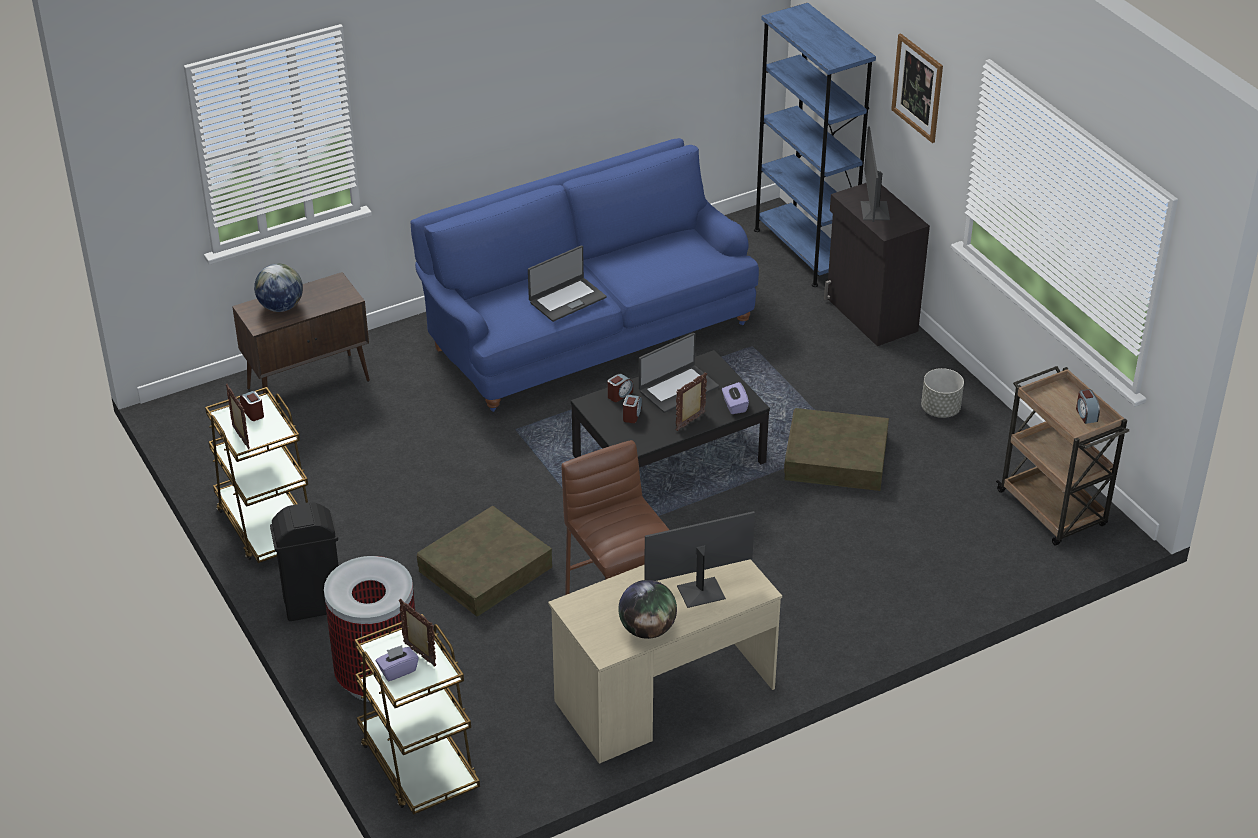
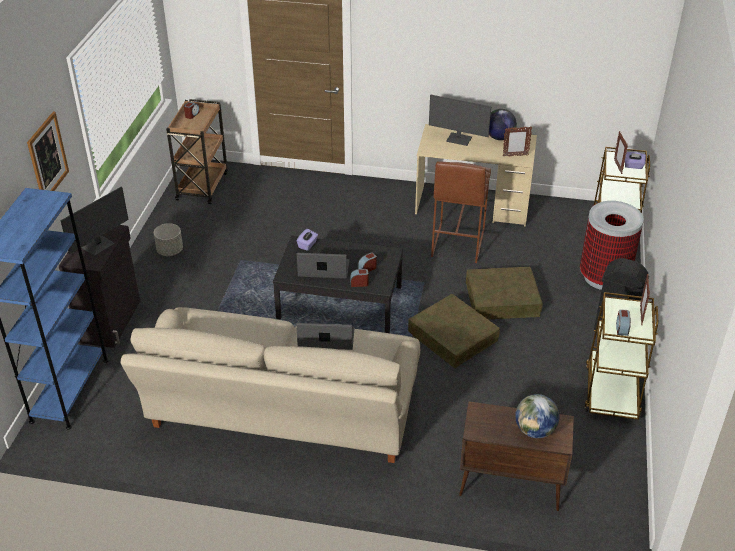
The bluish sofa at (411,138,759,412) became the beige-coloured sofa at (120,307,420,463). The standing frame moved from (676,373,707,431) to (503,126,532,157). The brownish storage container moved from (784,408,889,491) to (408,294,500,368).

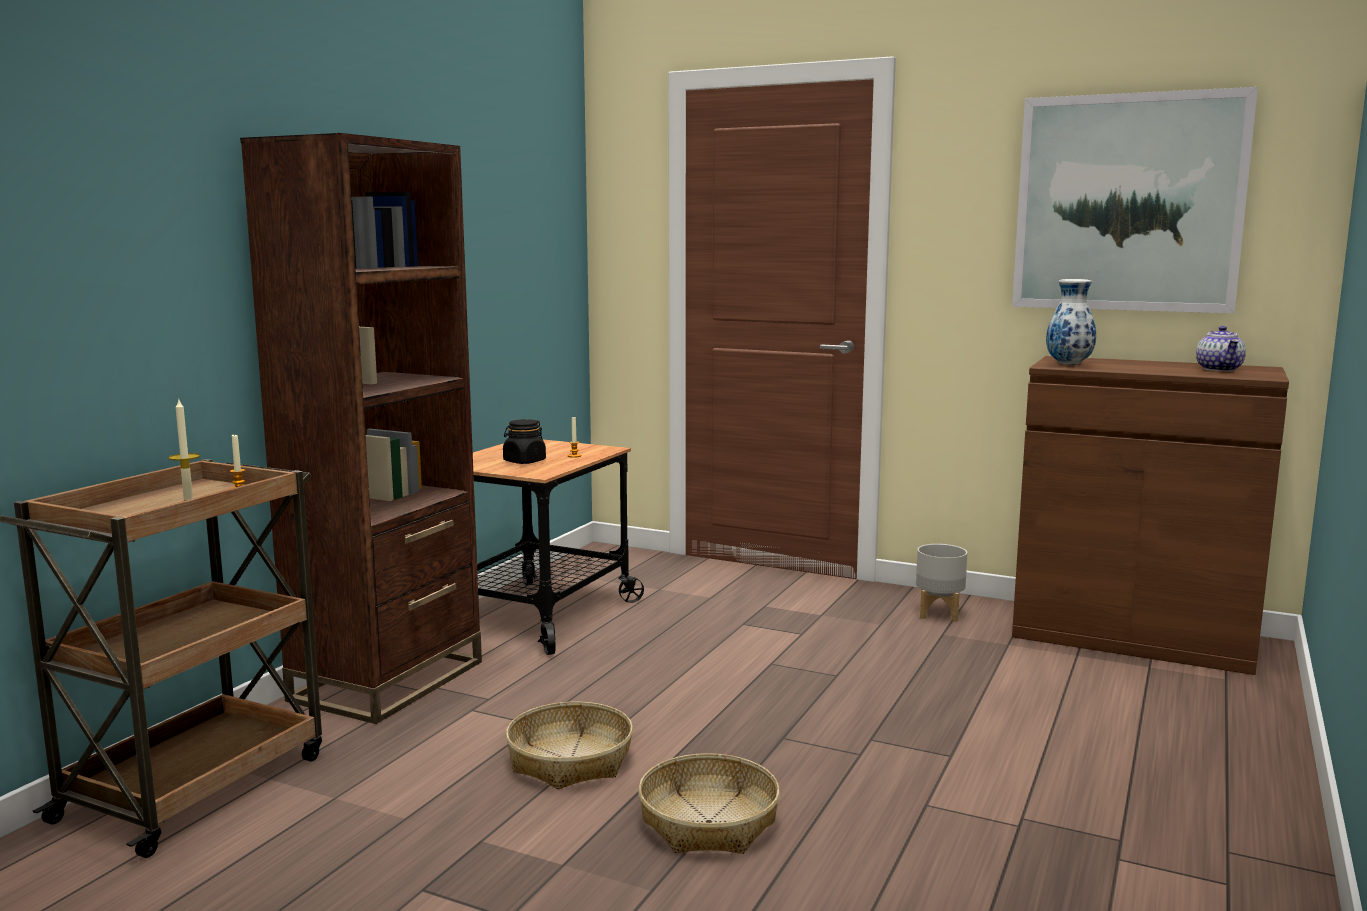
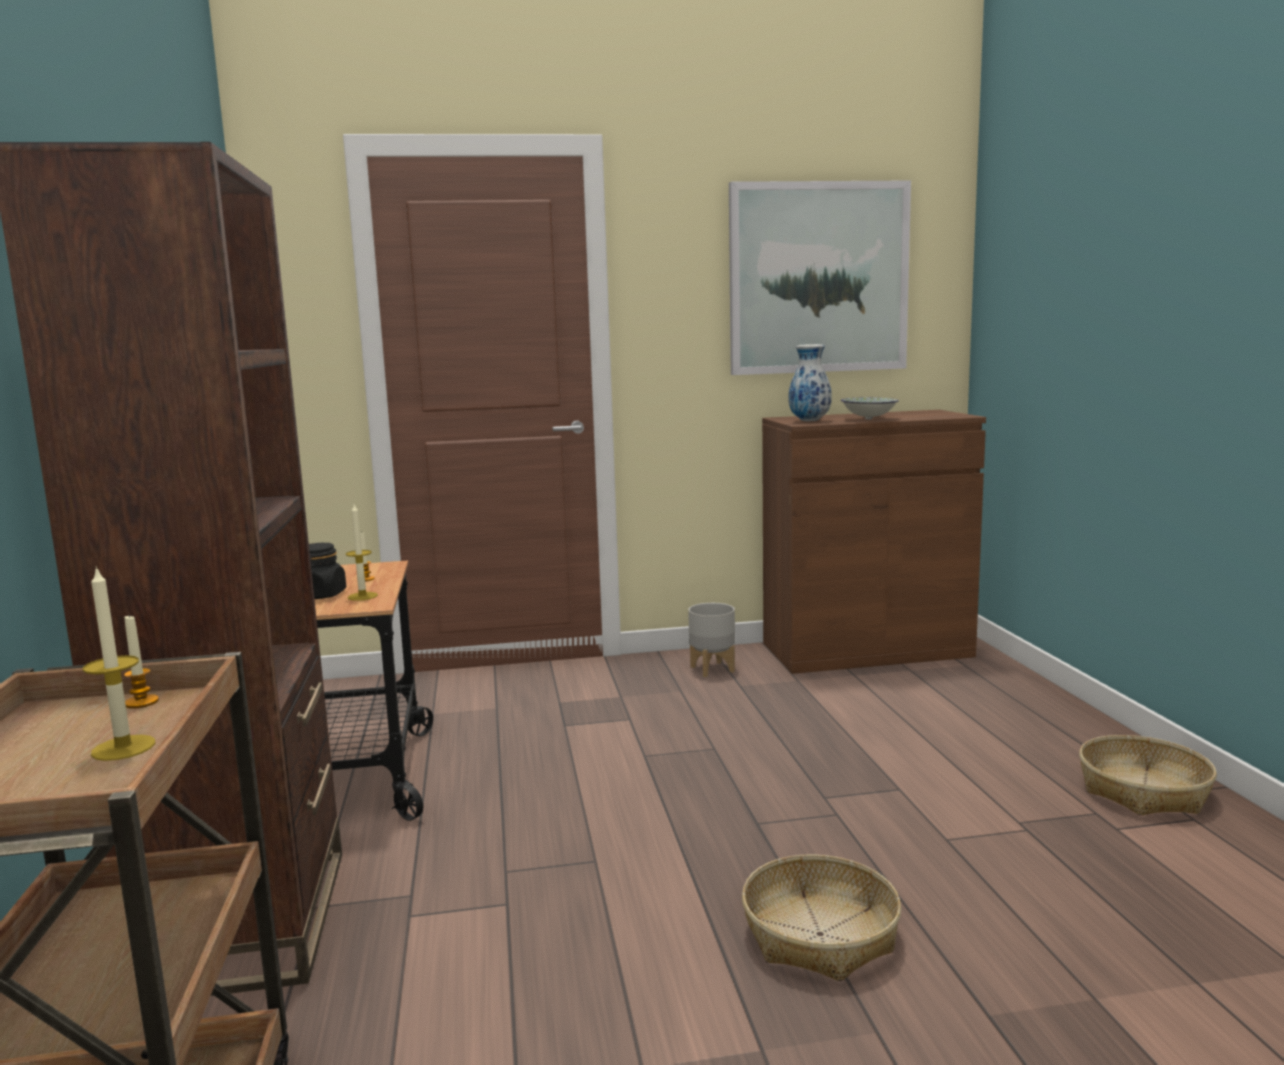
The teapot at (1196,326,1246,371) disappeared. The storage basket moved from (506,702,633,789) to (1079,735,1217,815). The serving bowl at (841,397,899,420) appeared. The wax light at (346,504,378,601) appeared.

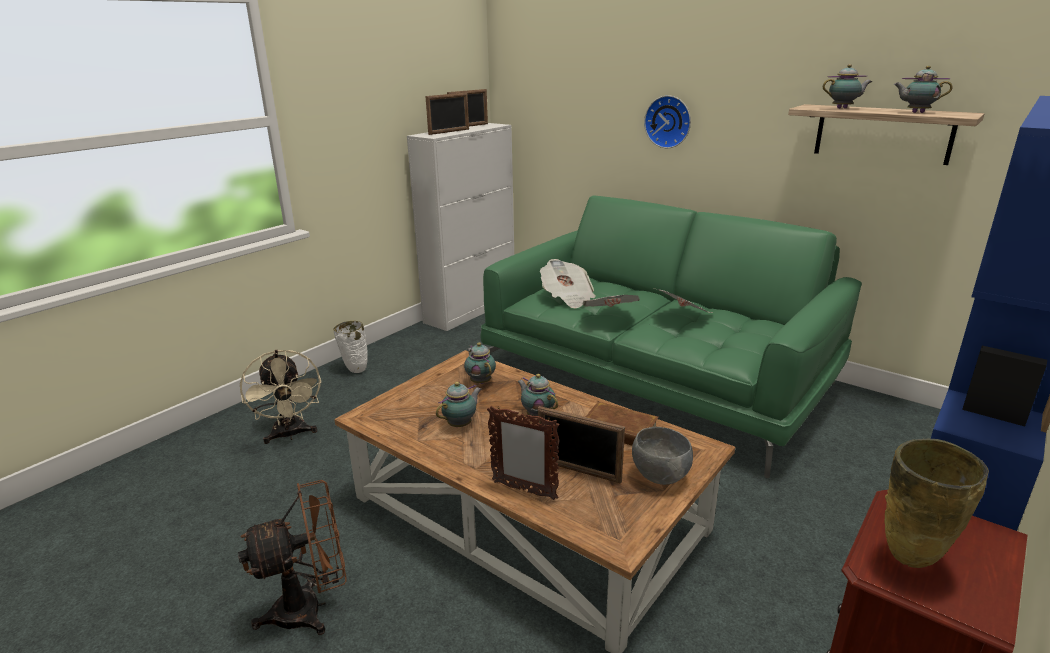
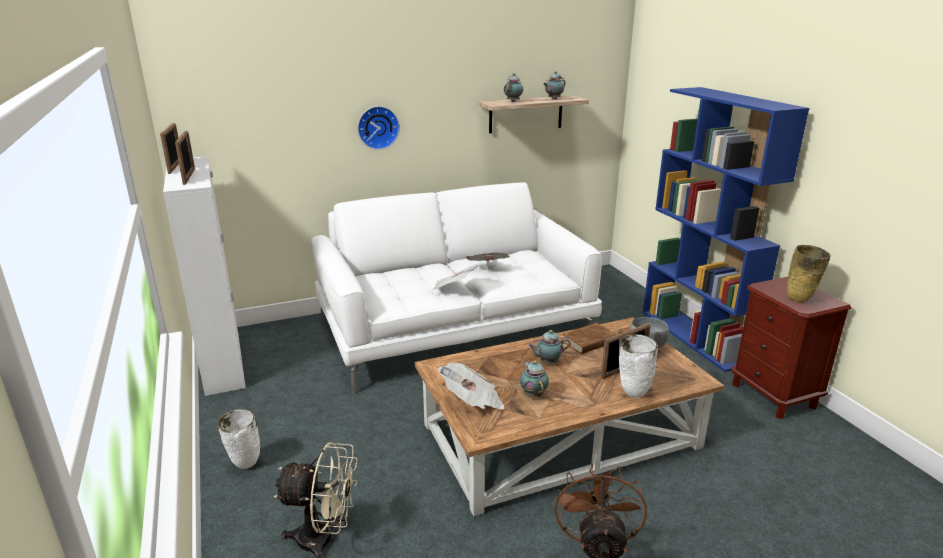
The greenish sofa at (481,196,862,478) became the white-coloured sofa at (311,182,602,394). The daily paper moved from (540,259,596,309) to (438,363,505,409). The teapot at (464,342,496,384) disappeared. The standing frame at (487,406,560,500) was replaced by the white-coloured decorative vase at (619,334,658,398).

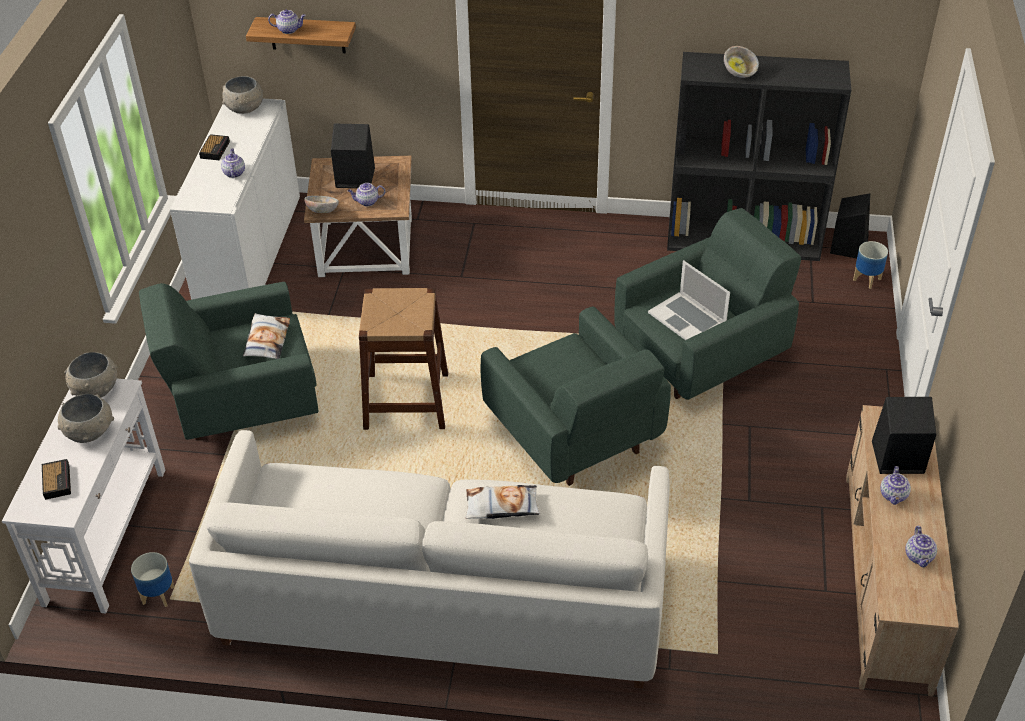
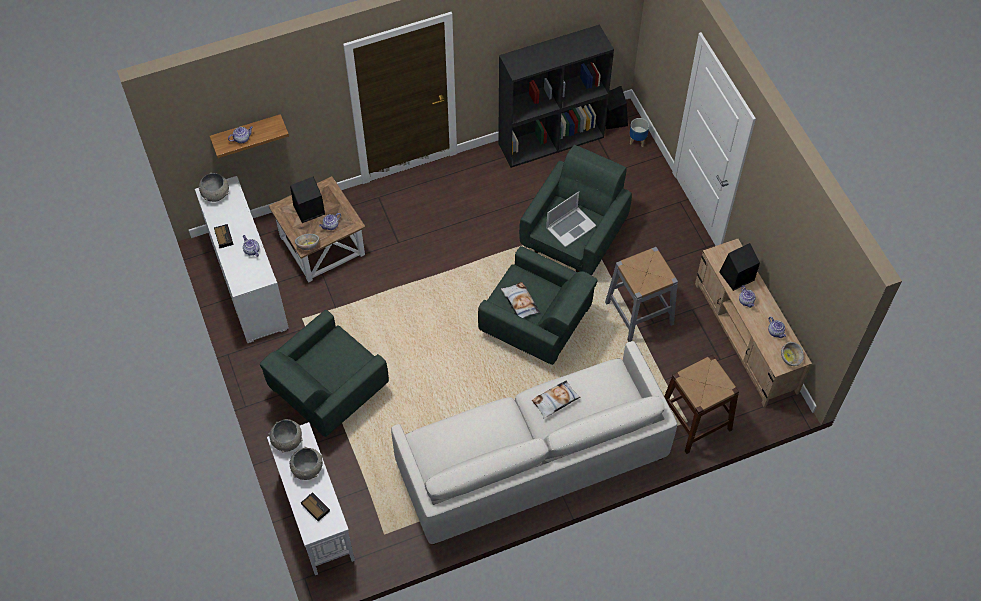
The serving bowl moved from (724,46,759,78) to (781,342,804,366). The portable computer at (648,260,730,340) turned 60 degrees counterclockwise. The brownish sitting stool moved from (359,288,448,430) to (664,355,739,454). The cushion moved from (243,313,290,359) to (501,282,540,318). The plant pot at (131,552,174,607) disappeared. The gray sitting stool at (605,247,678,342) appeared.

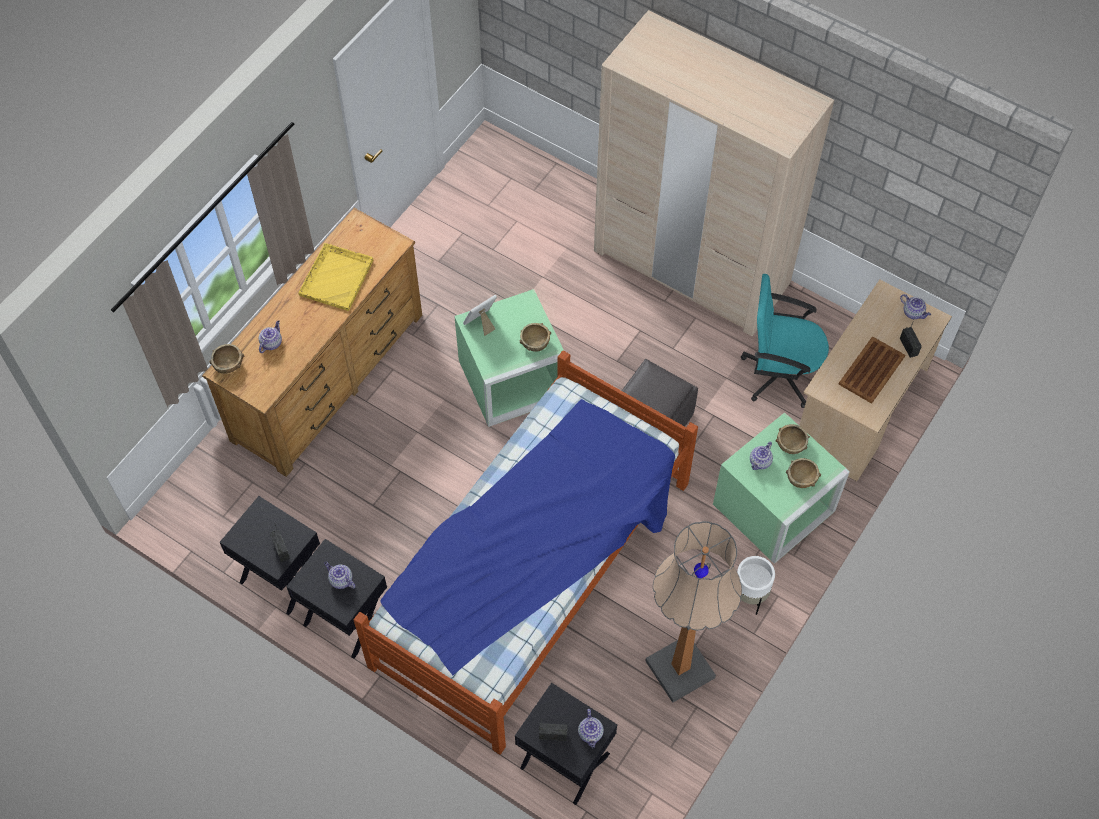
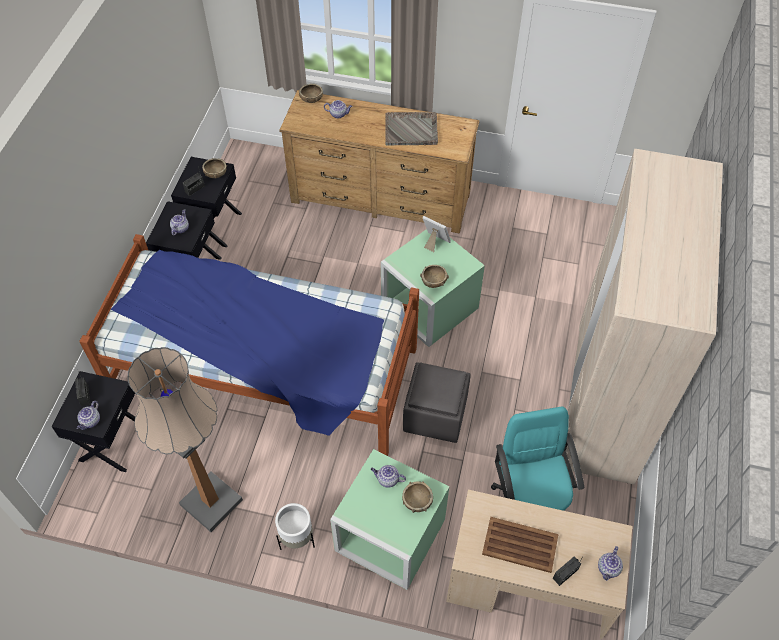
The yellowish serving tray at (298,243,373,311) became the gray serving tray at (385,112,438,145). The brownish serving bowl moved from (786,458,821,488) to (202,158,227,178). The teapot at (578,709,604,748) turned 45 degrees counterclockwise.

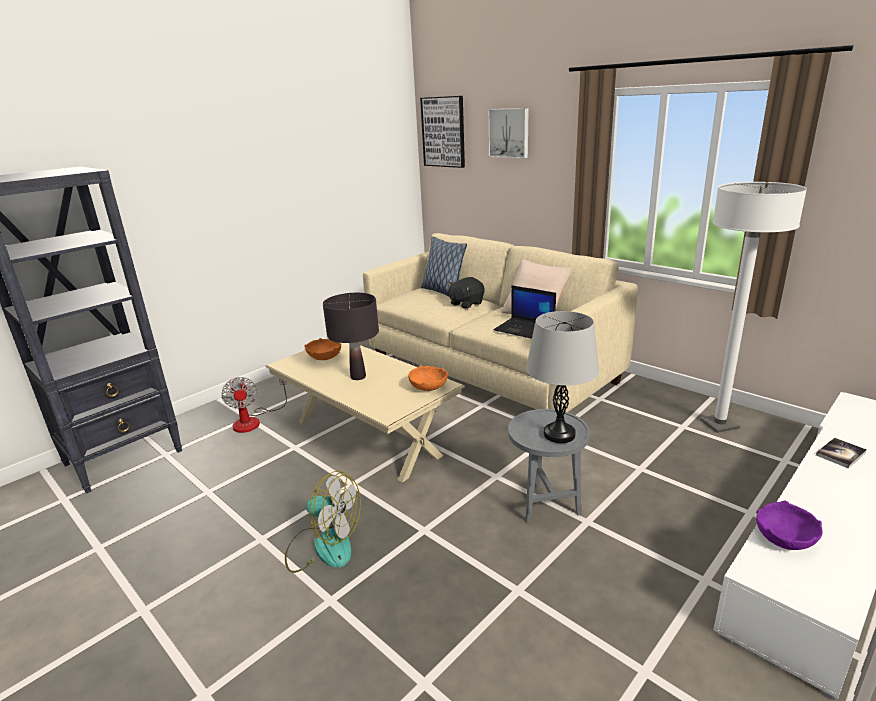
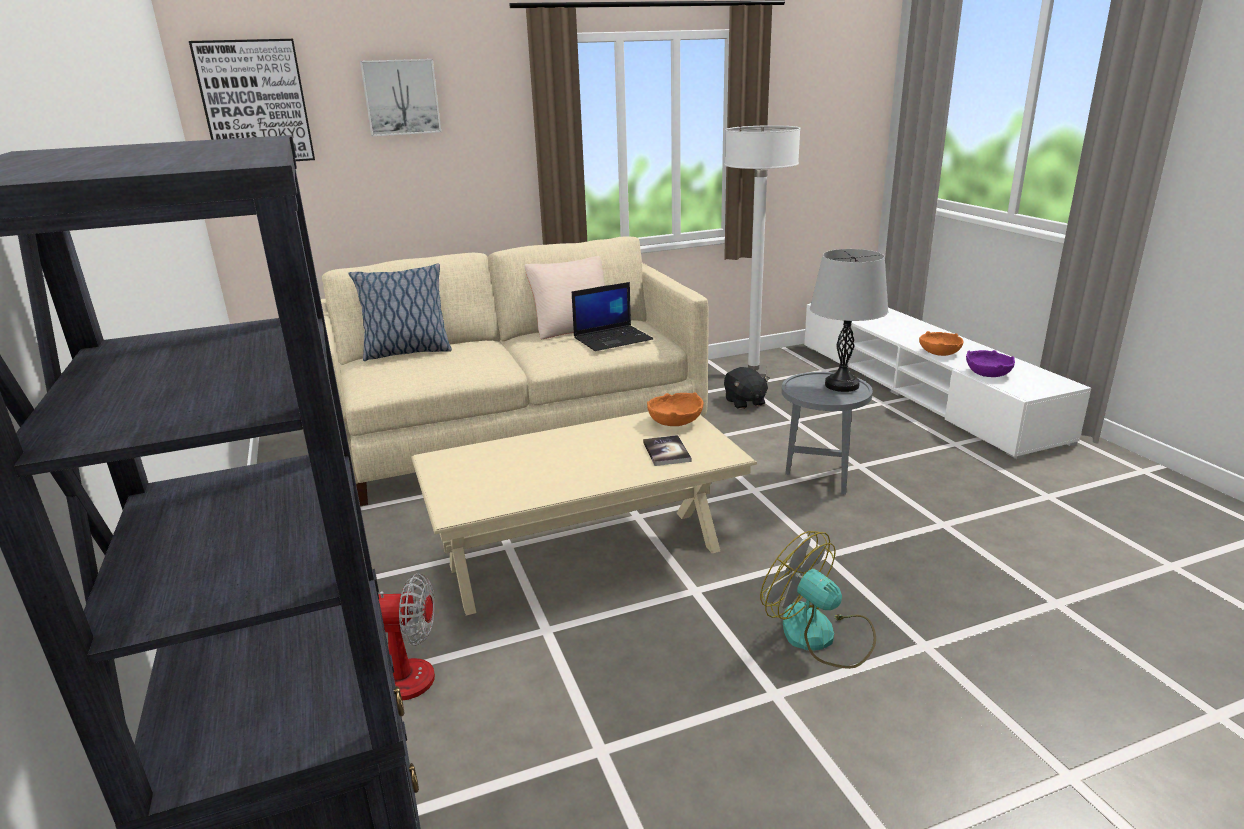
The black-coloured soft toy moved from (448,277,485,309) to (724,367,770,409). The black-coloured lamp for a table at (323,293,379,380) disappeared. The orange serving bowl moved from (304,338,341,360) to (919,331,963,356). The book moved from (816,438,867,468) to (643,435,691,466). The fan at (285,471,361,573) turned 90 degrees counterclockwise.

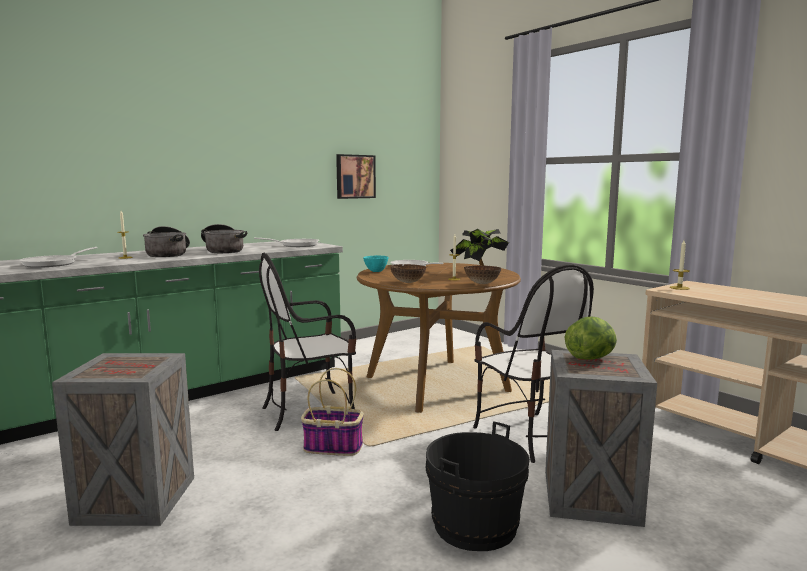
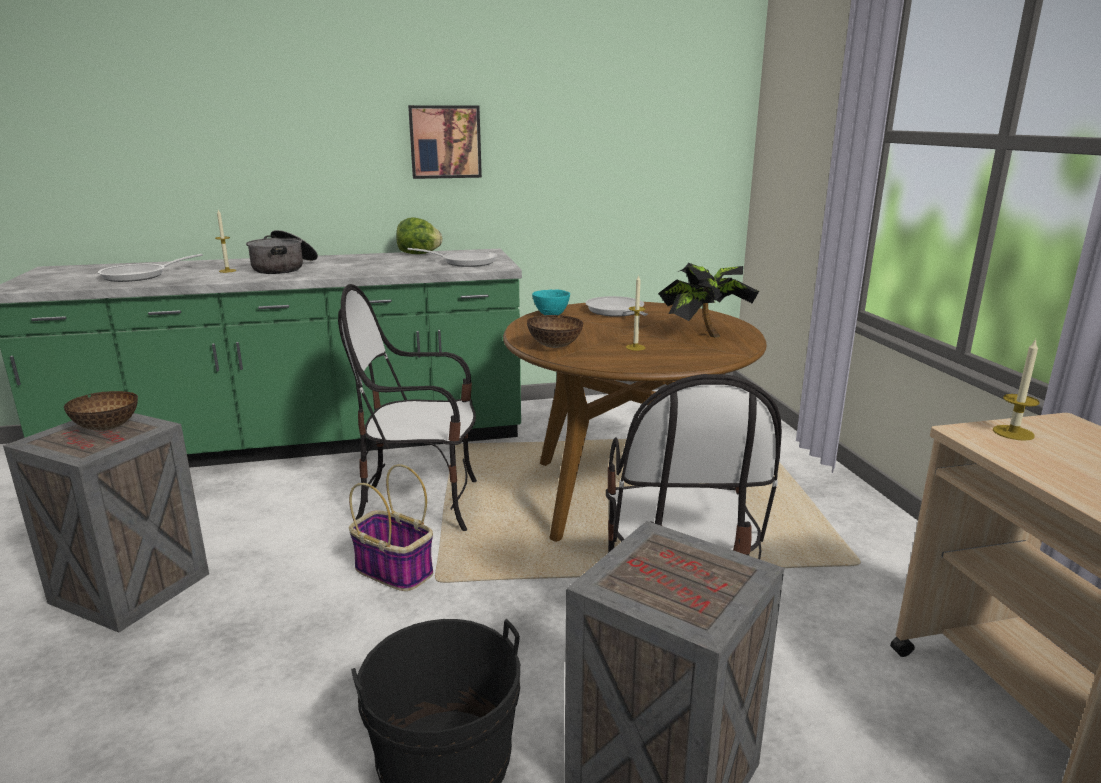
The wall art moved from (336,154,376,199) to (408,105,482,179). The cooking pot at (201,224,247,253) disappeared. The serving bowl moved from (464,266,501,284) to (64,391,138,431). The head of lettuce moved from (565,317,617,359) to (396,217,443,254).

